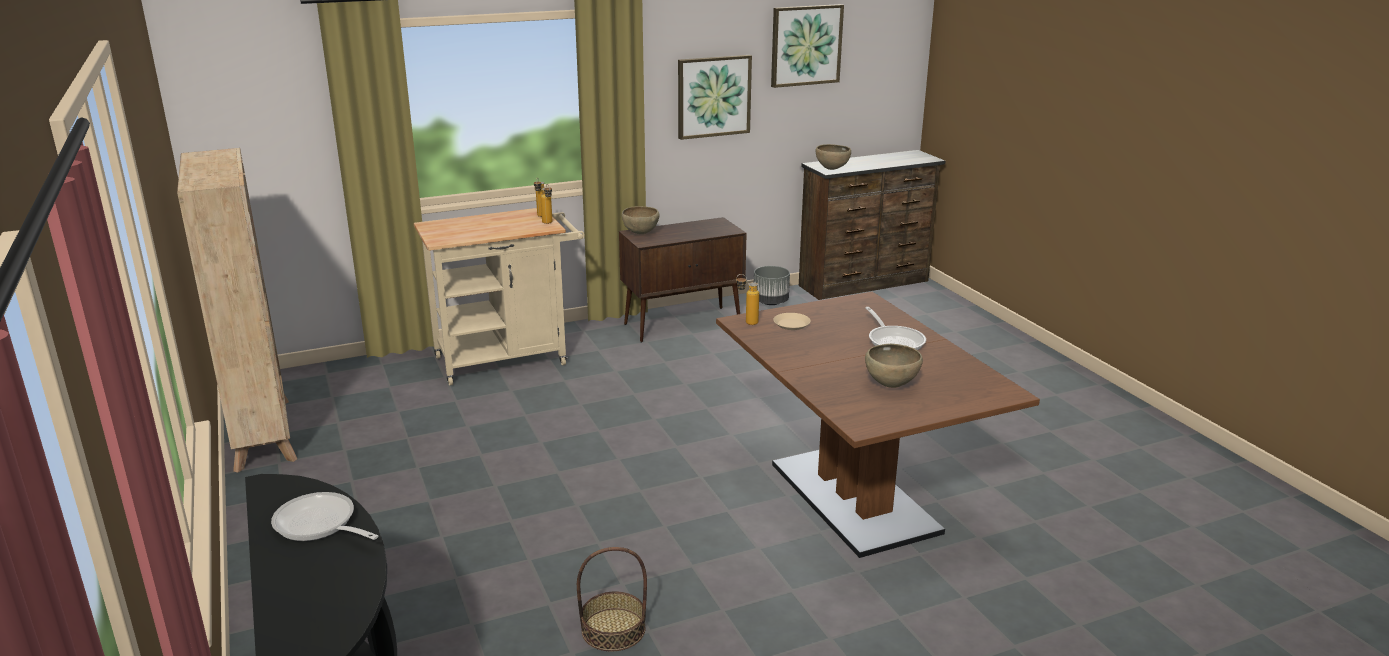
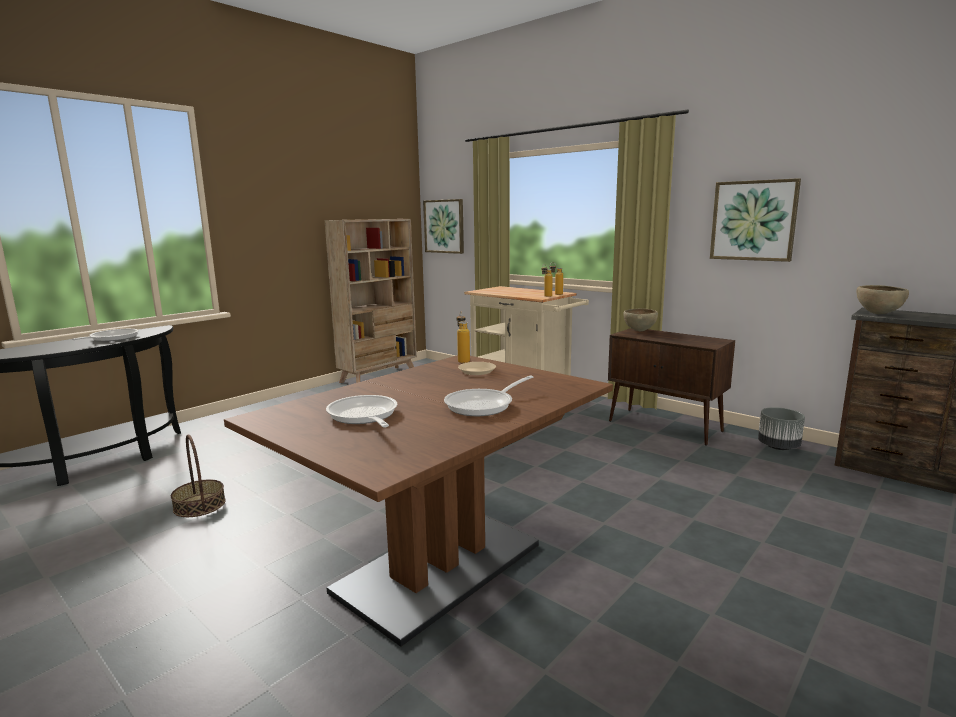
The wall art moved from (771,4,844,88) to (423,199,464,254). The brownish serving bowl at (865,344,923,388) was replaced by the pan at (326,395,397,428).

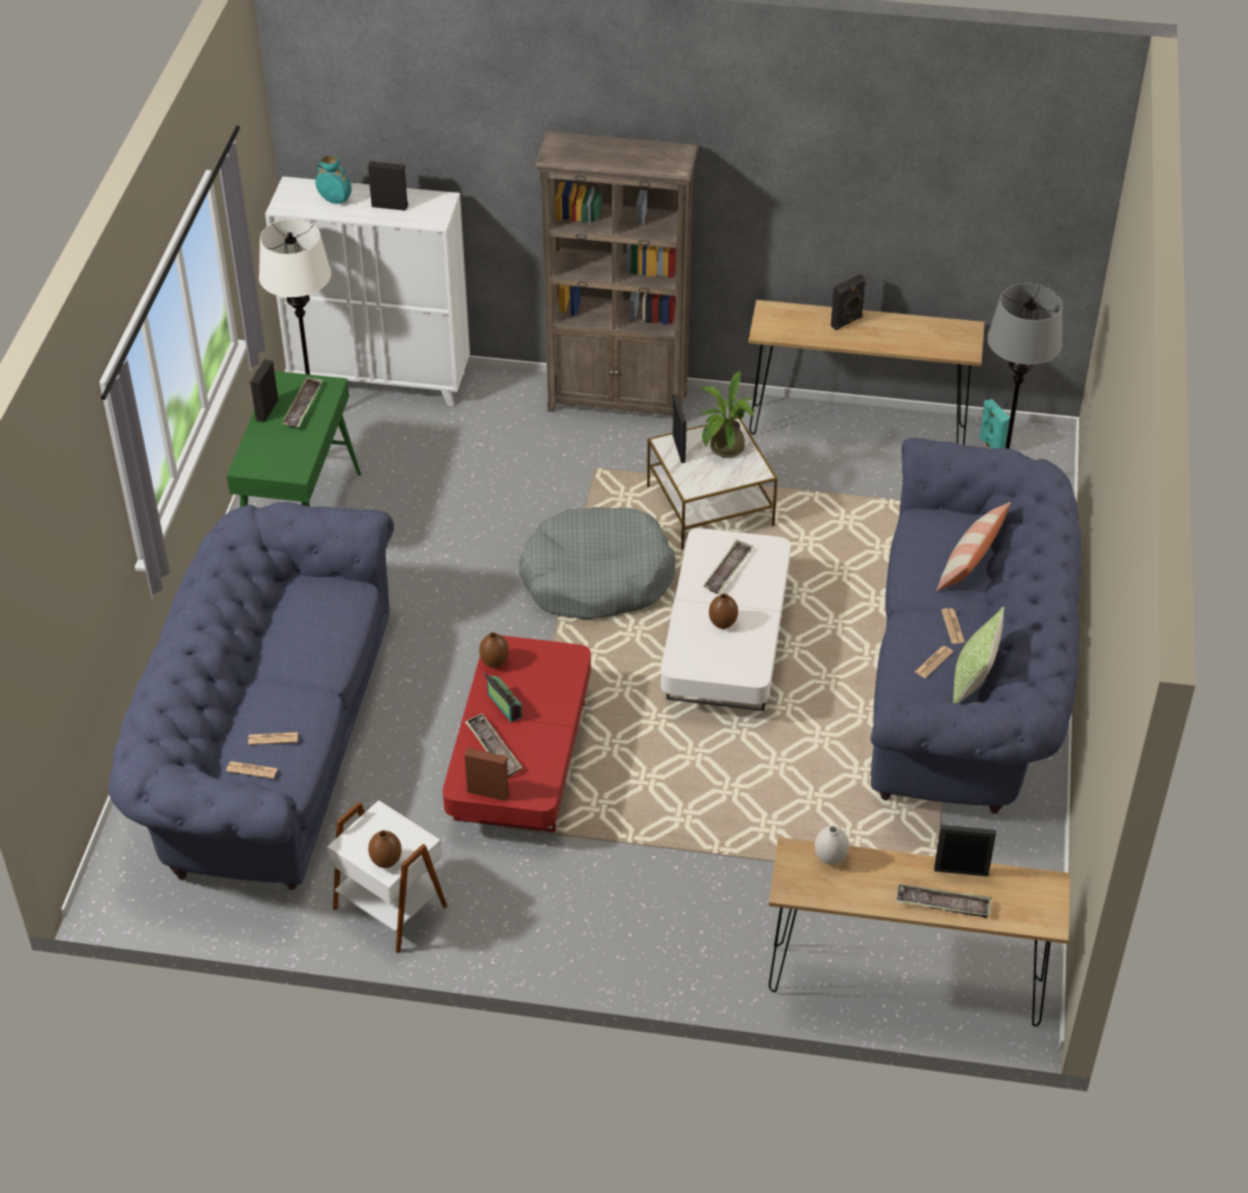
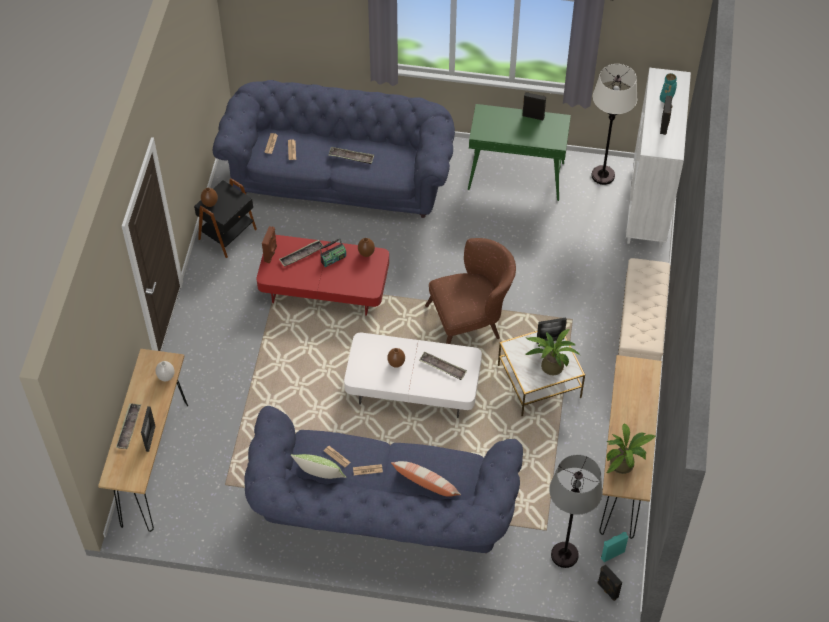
The brownish shelving unit at (535,132,698,416) was replaced by the beige-coloured bench at (618,258,671,361). The black-coloured audio speaker moved from (831,274,866,330) to (598,564,622,601). The serving tray moved from (282,377,323,428) to (329,147,374,164). The gray pet bed at (519,507,676,620) was replaced by the brownish lounge chair at (425,238,516,344). The white-coloured side table at (327,800,447,953) became the black-coloured side table at (194,178,257,258). The potted plant at (607,423,656,474) appeared.

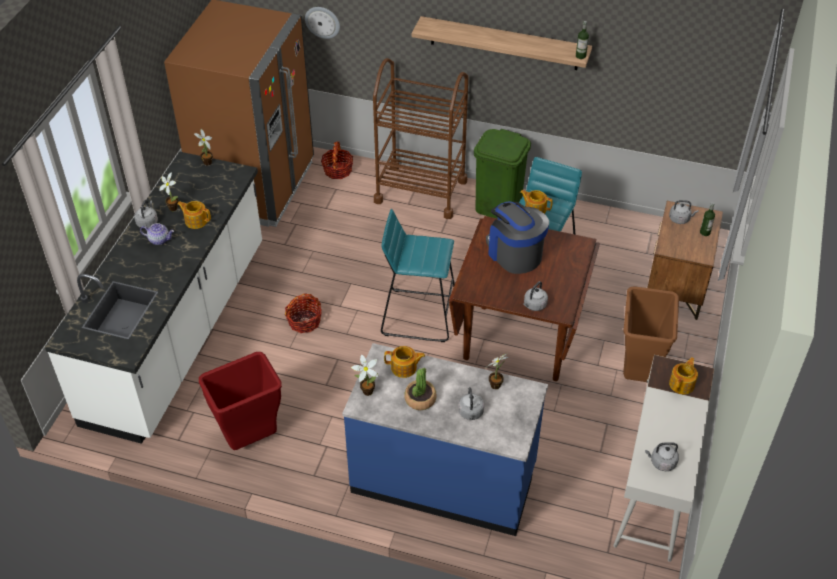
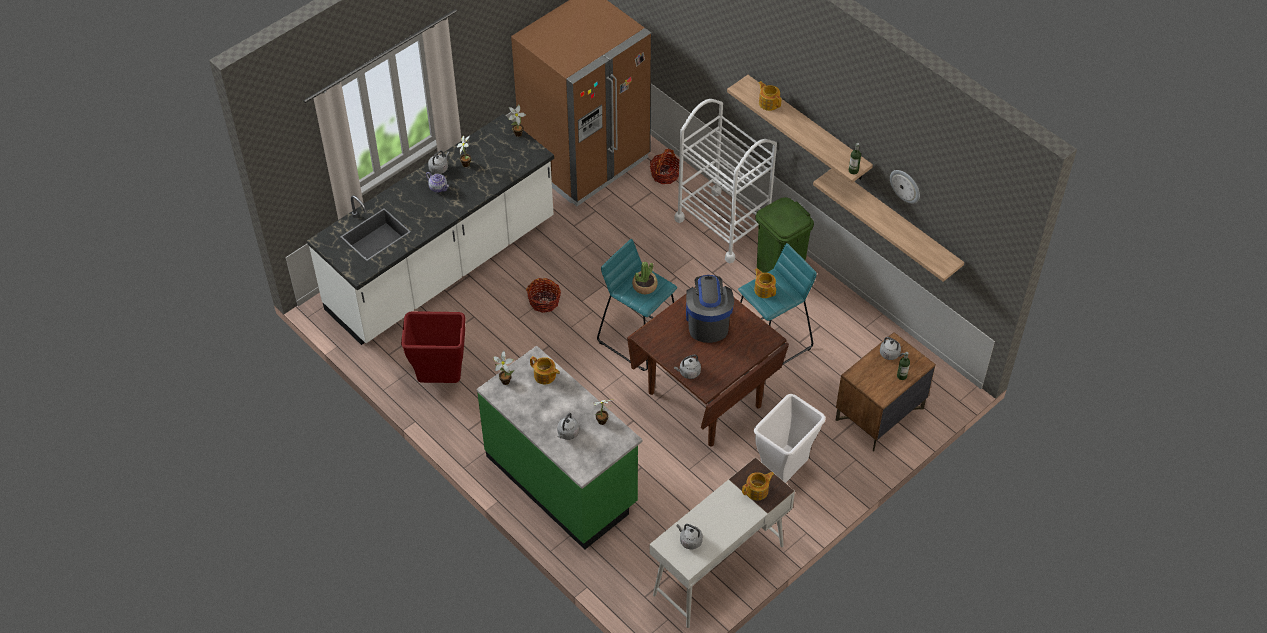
The clock on the wall moved from (305,7,340,39) to (890,170,920,204). The brownish trolley at (373,58,468,219) became the white-coloured trolley at (674,99,777,263). The teapot moved from (177,201,211,229) to (759,81,781,111). The brownish trash can at (623,286,679,382) became the white-coloured trash can at (754,394,826,483). The bluish kitchen counter at (342,343,548,536) became the greenish kitchen counter at (476,346,643,550). The potted plant moved from (404,368,437,410) to (632,262,658,294). The wall shelf at (813,169,964,282) appeared.

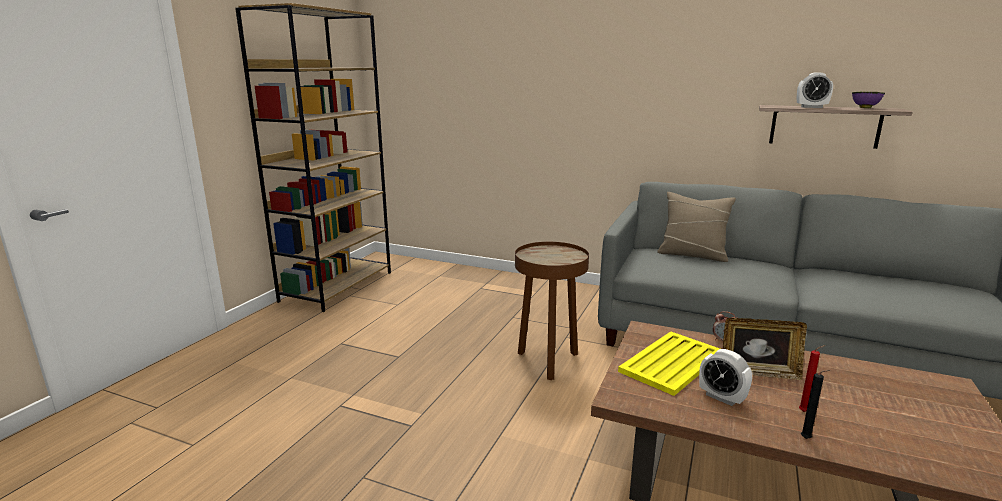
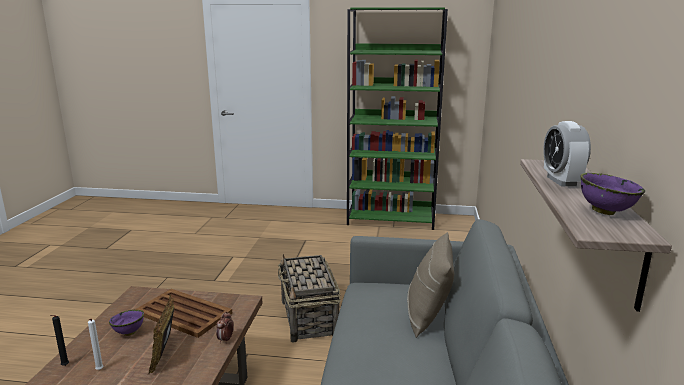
The brownish shelving unit at (235,3,391,312) became the greenish shelving unit at (347,7,448,230). The brownish side table at (515,242,589,380) was replaced by the storage basket at (278,254,340,342). The yellowish serving tray at (618,331,720,396) became the brownish serving tray at (135,289,232,338). The red-coloured wax light at (799,345,826,412) became the white-coloured wax light at (88,319,104,370). The alarm clock at (699,349,752,406) was replaced by the purplish serving bowl at (109,310,144,336).

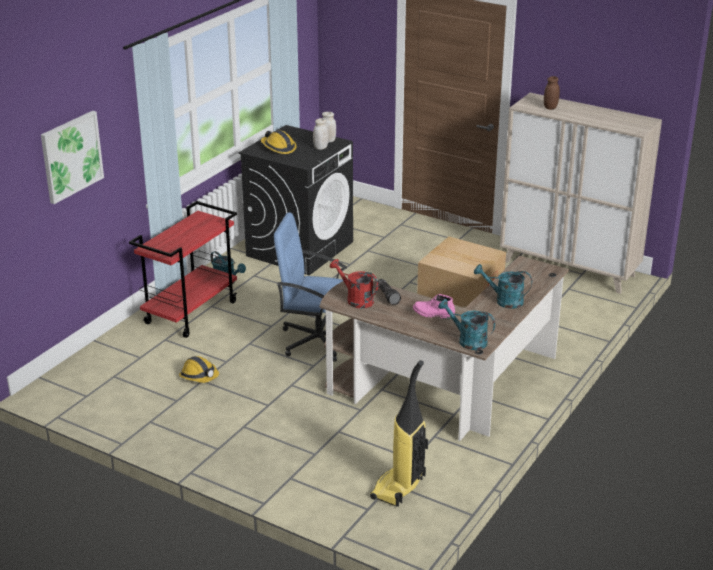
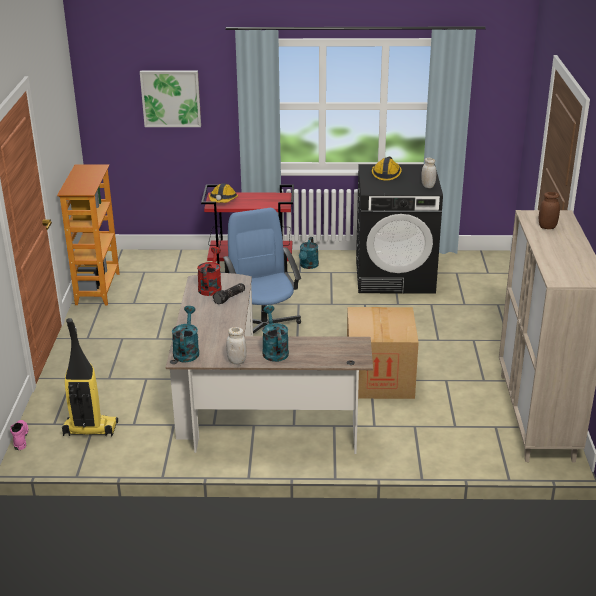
The white-coloured preserve jar moved from (313,118,329,150) to (226,327,247,364). The pinkish high-top boot moved from (413,294,455,319) to (10,420,29,450). The work helmet moved from (179,356,219,383) to (209,183,238,203). The shelving unit at (57,164,120,305) appeared.

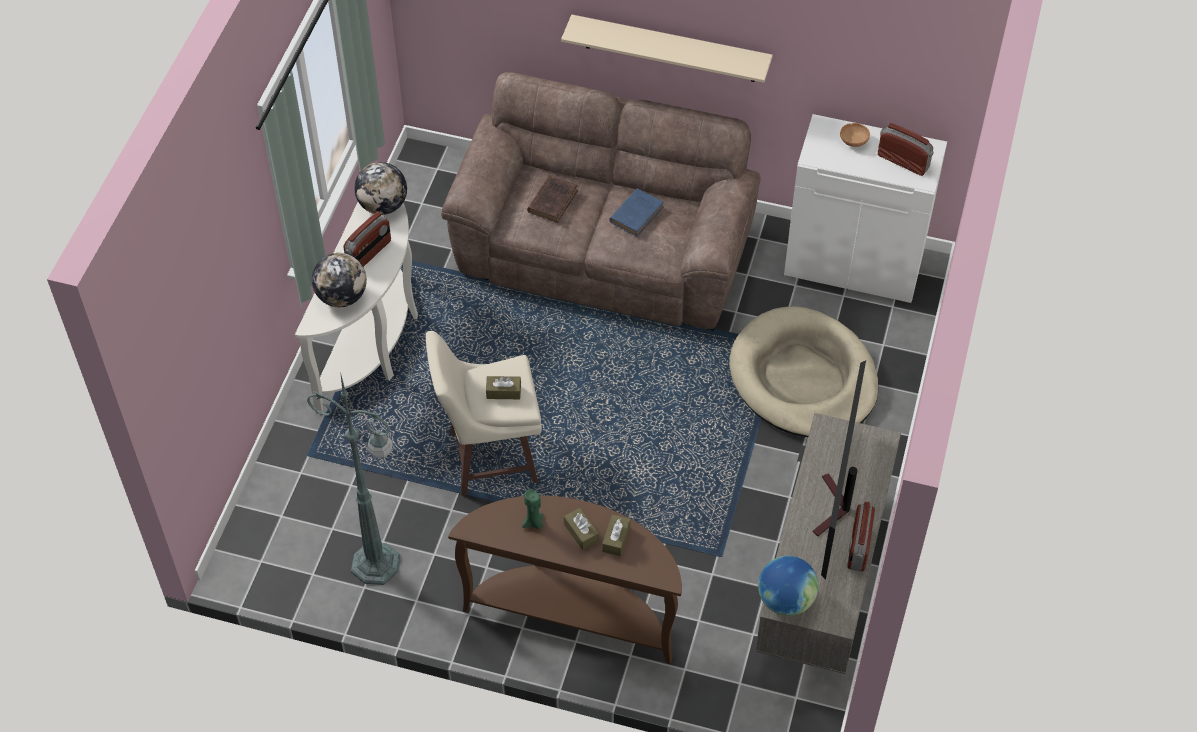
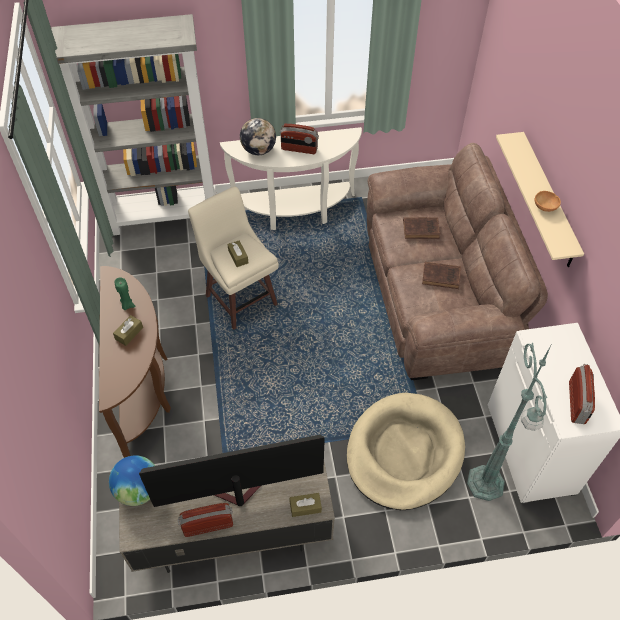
The brownish serving bowl moved from (840,123,870,147) to (535,191,561,212). The desk globe at (354,162,407,215) disappeared. The bluish book at (609,188,664,237) became the brownish book at (422,262,461,289). The greenish floor lamp moved from (307,372,400,585) to (467,343,551,501). The brownish tissue holder moved from (602,514,631,556) to (290,493,322,517). The gray shelving unit at (51,14,216,236) appeared.

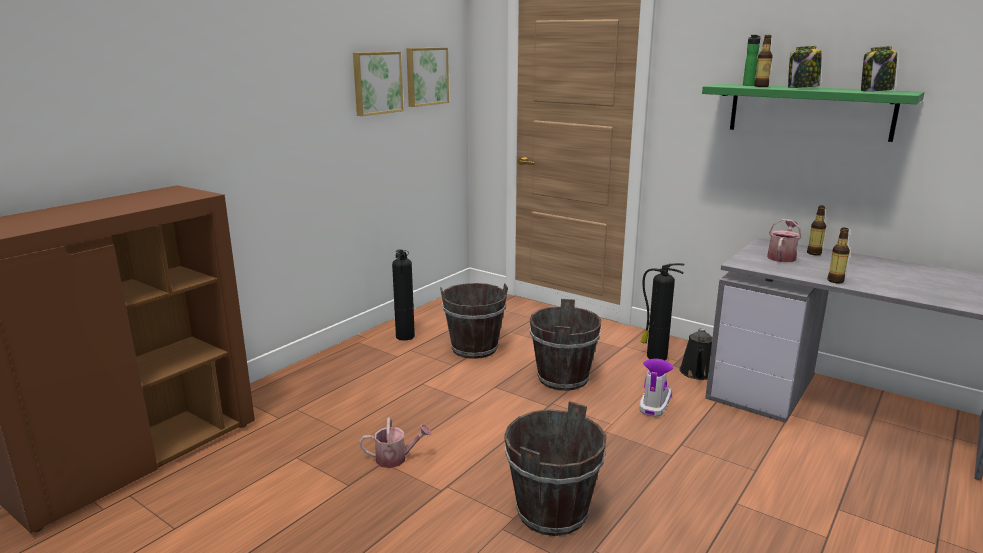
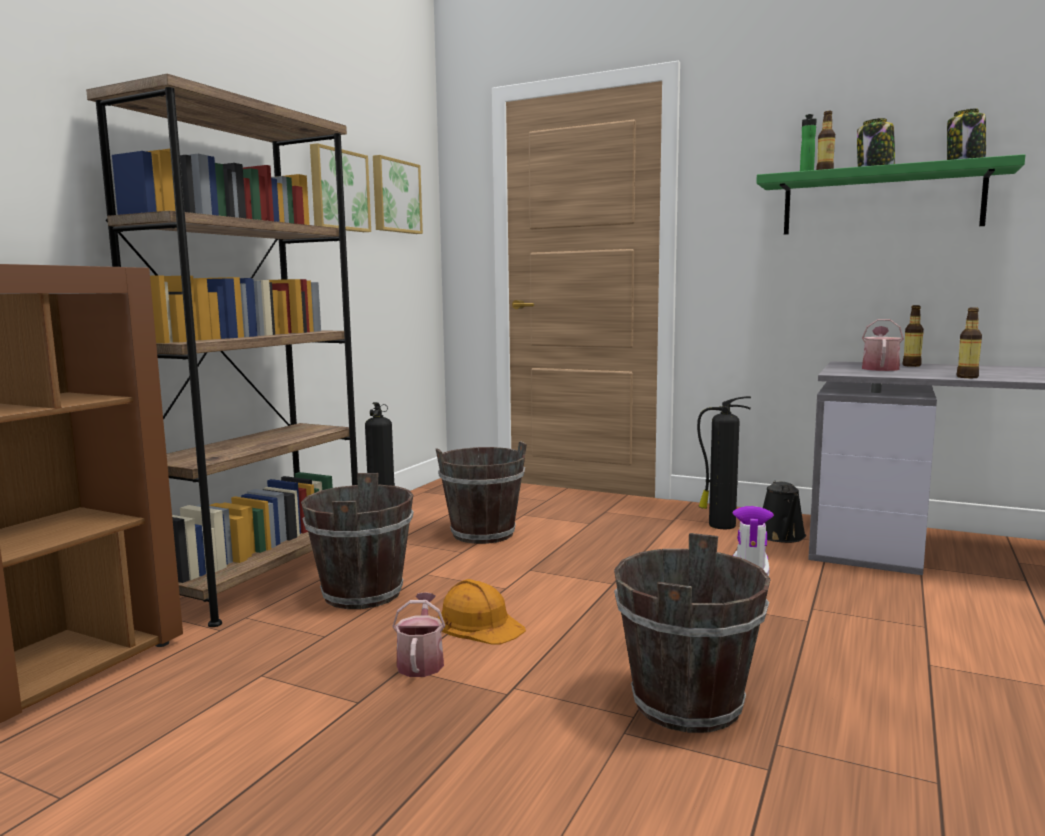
The brownish water bucket moved from (530,299,601,391) to (301,473,414,609). The watering can at (359,418,431,468) turned 75 degrees counterclockwise. The brownish shelving unit at (86,74,358,627) appeared. The orange work helmet at (438,579,526,645) appeared.

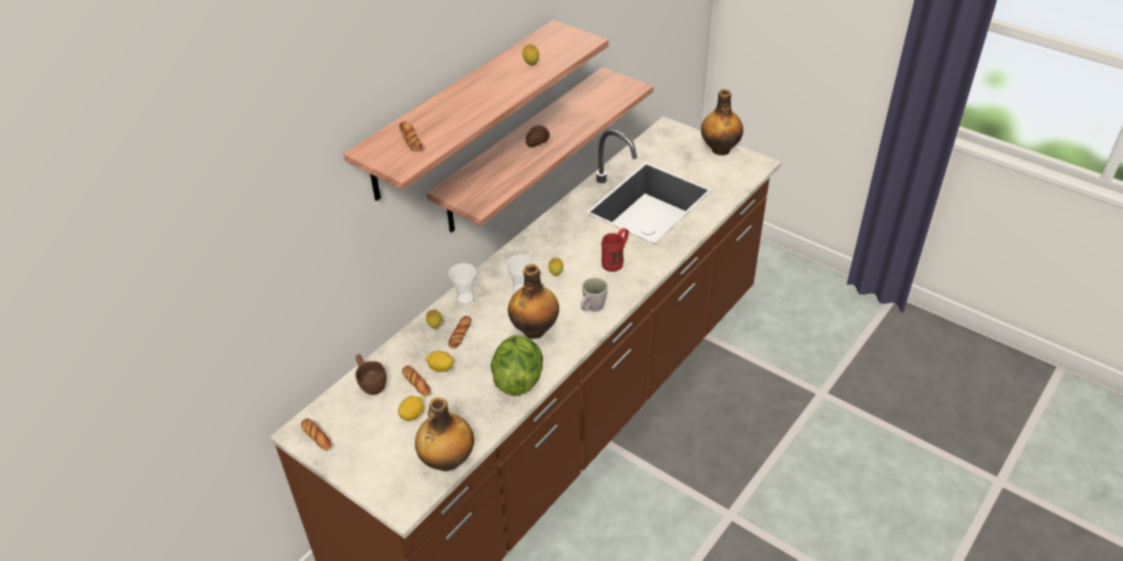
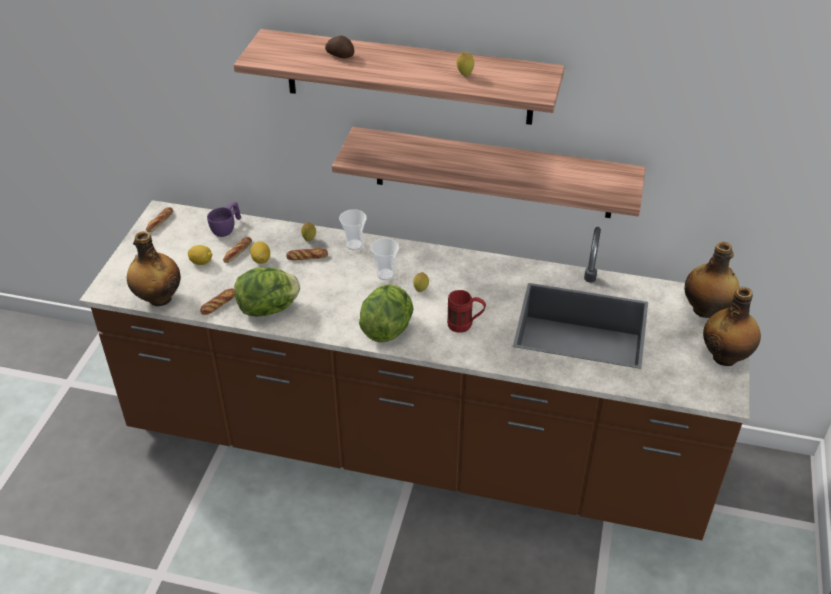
The bakery bread moved from (399,122,422,152) to (200,288,235,315). The spud moved from (526,125,550,147) to (325,35,354,58). The drink bottle moved from (508,264,559,339) to (684,241,739,318). The gray coffee mug at (581,277,608,311) was replaced by the head of lettuce at (359,284,414,342). The brownish cup at (355,354,387,395) became the purplish cup at (207,202,241,237).

